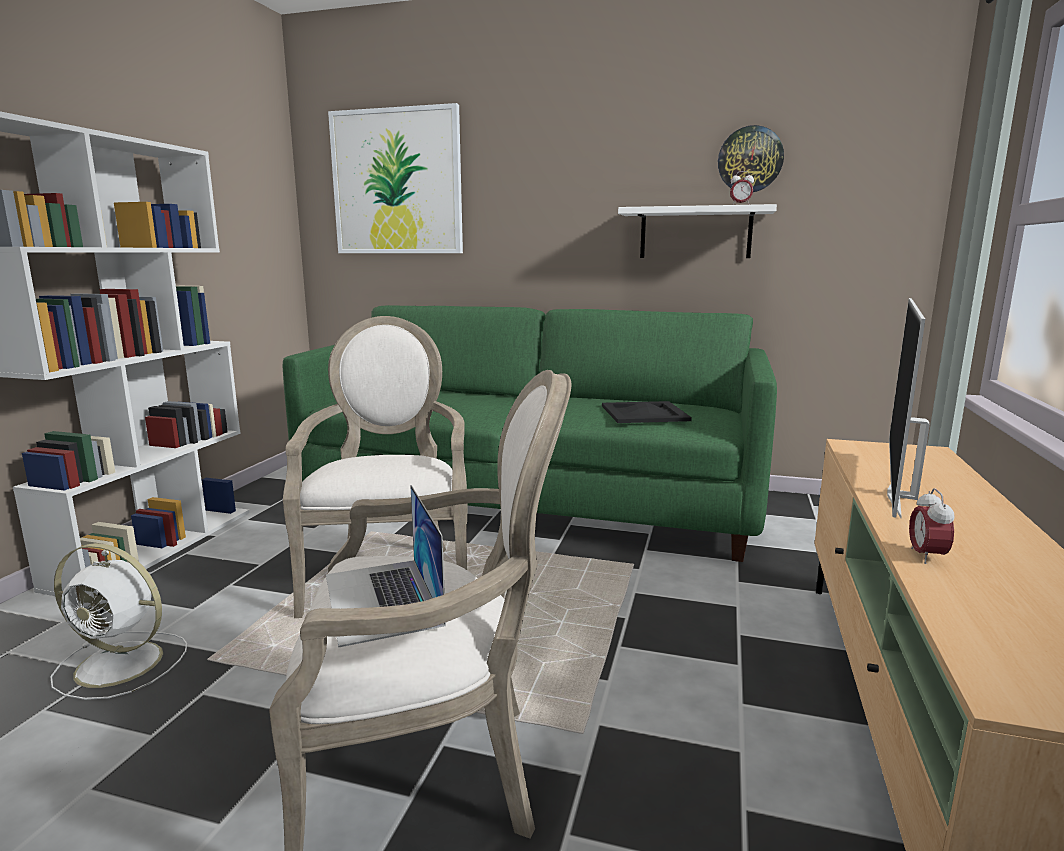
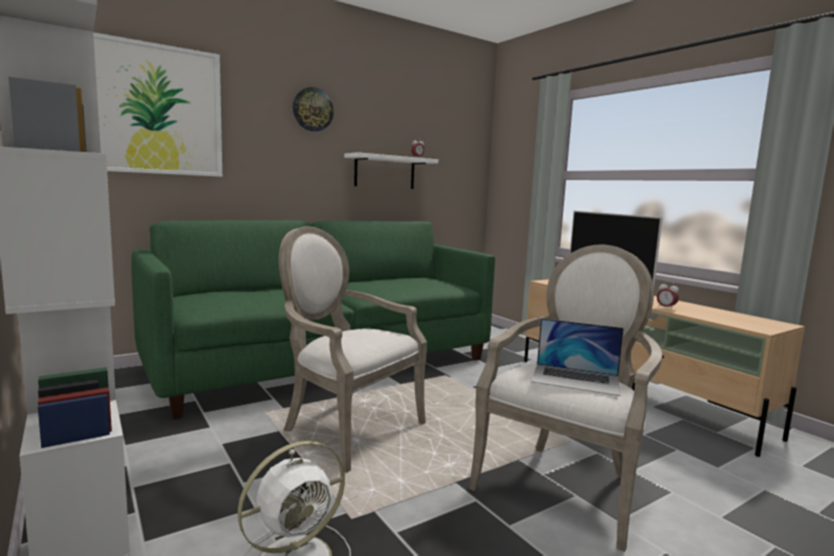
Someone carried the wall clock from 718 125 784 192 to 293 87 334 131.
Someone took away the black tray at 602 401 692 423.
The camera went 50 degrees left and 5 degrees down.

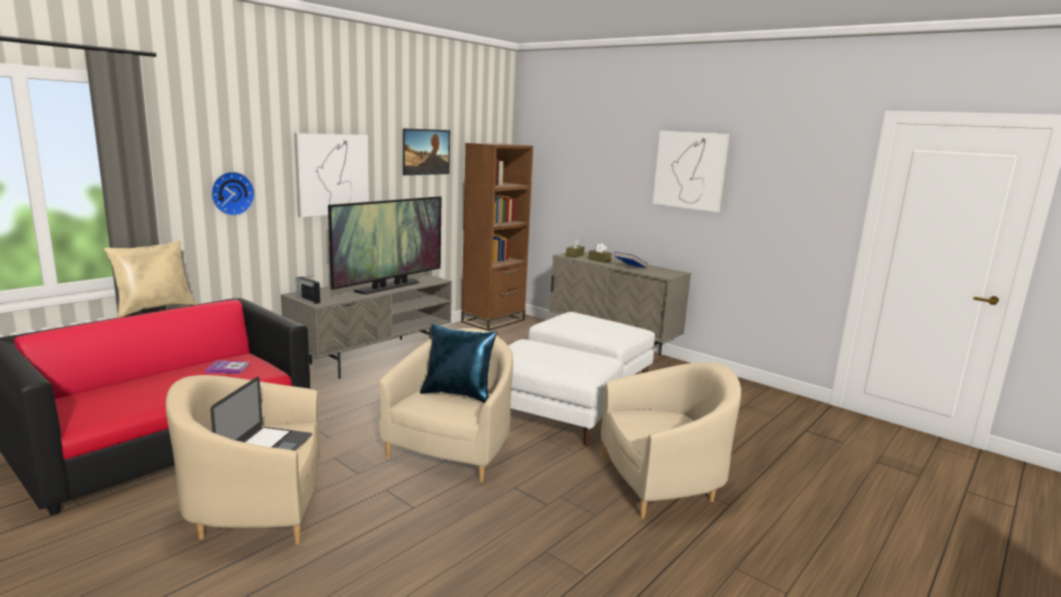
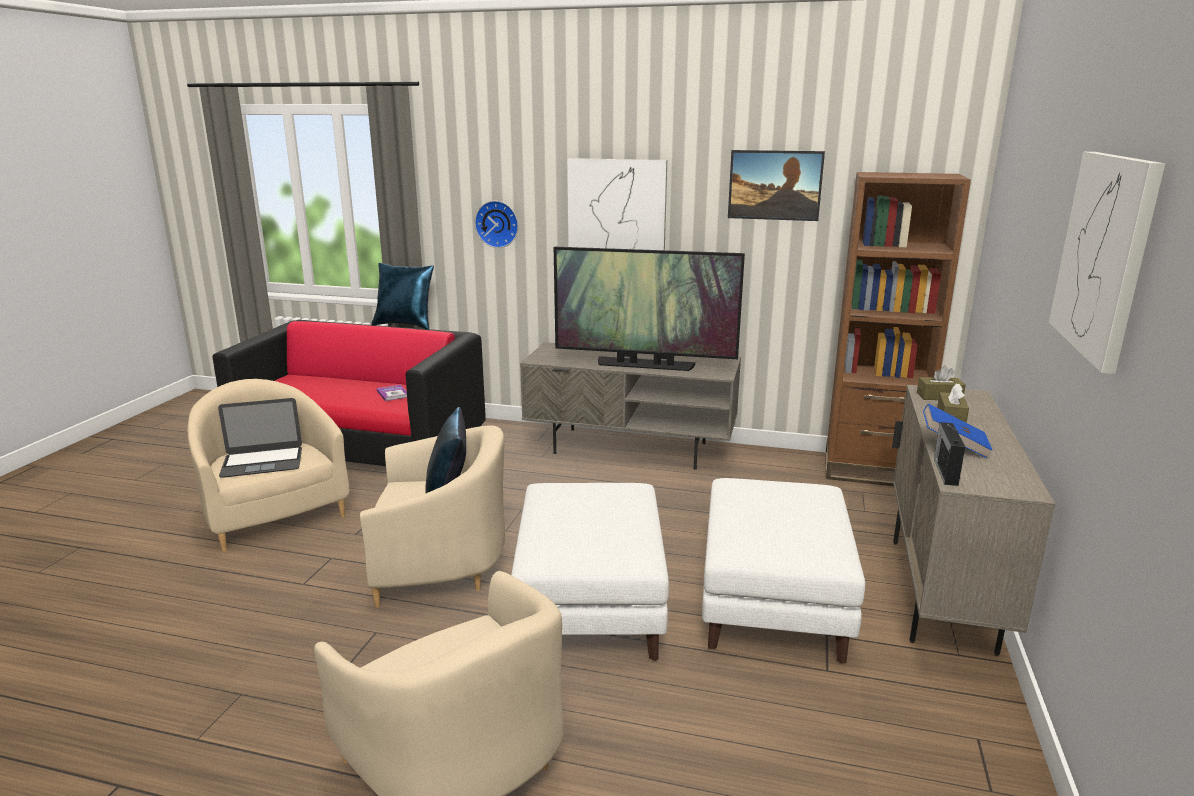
Someone repainted the beige pillow at 104 241 197 318, which became the blue pillow at 371 263 434 330.
Someone carried the radio from 296 276 320 304 to 934 422 965 486.
The camera went 65 degrees right and 5 degrees up.

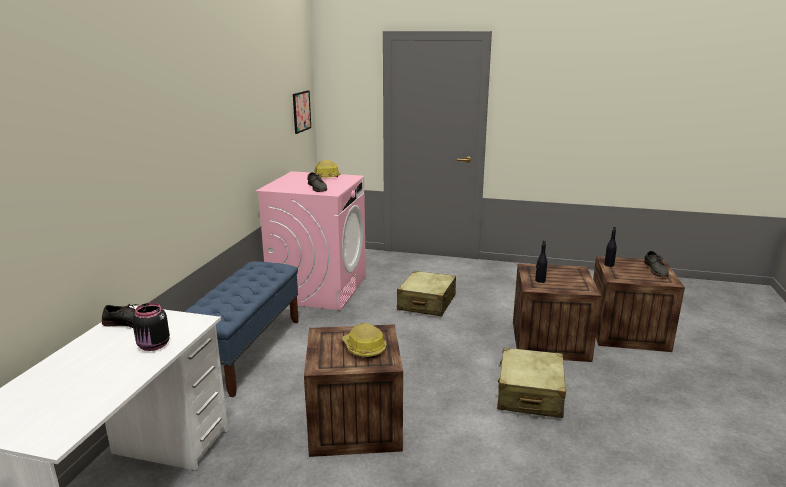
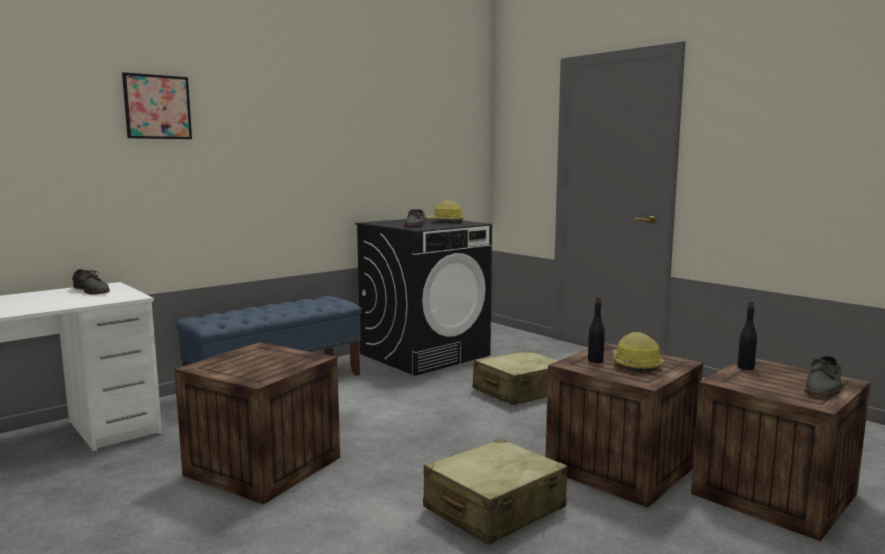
Someone carried the picture from 293 90 311 134 to 122 72 192 139.
Someone repainted the pink washing machine at 256 171 366 310, which became the black washing machine at 355 217 492 376.
Someone carried the hard hat from 342 323 387 359 to 613 332 664 373.
Someone took away the black jar at 132 303 170 351.
The camera went 35 degrees right and 10 degrees down.

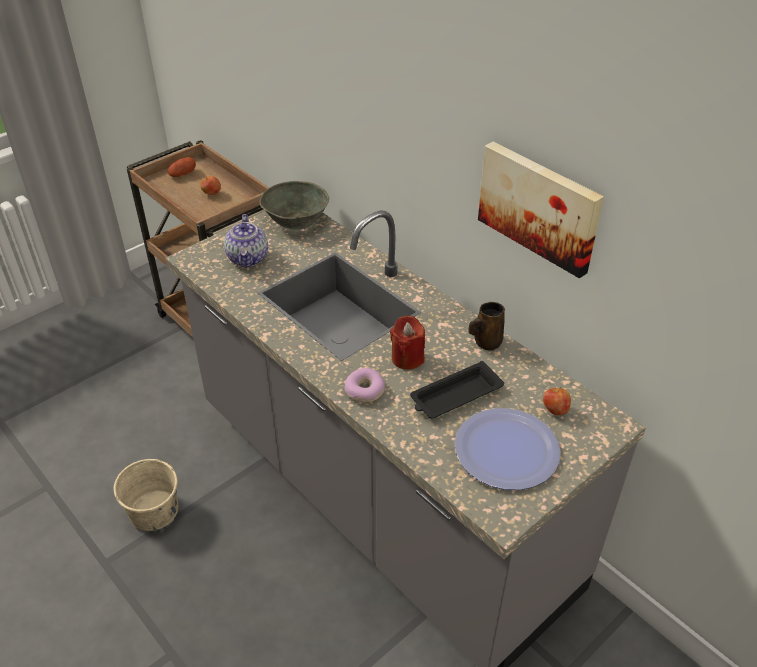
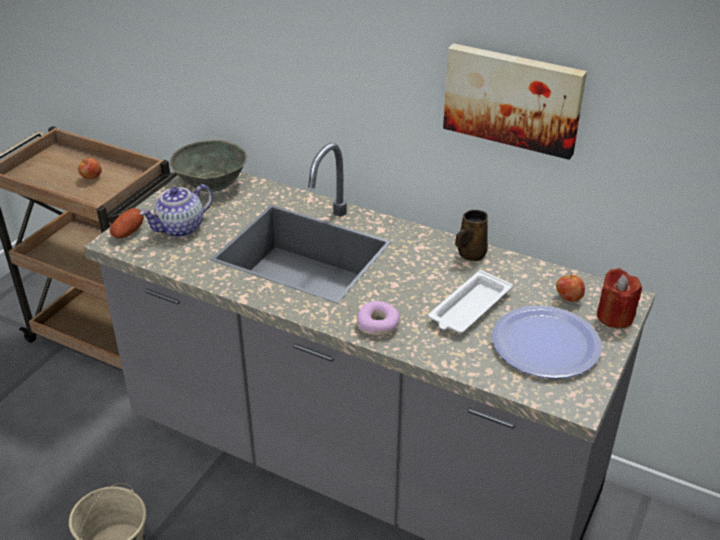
Someone carried the potato from 168 157 196 177 to 110 208 144 238.
Someone rotated the teapot at 224 214 268 268 by 75 degrees clockwise.
Someone repainted the black tray at 410 361 504 419, which became the white tray at 429 270 512 333.
Someone carried the red candle from 390 316 425 370 to 597 268 642 329.
The camera went 20 degrees left and 5 degrees down.

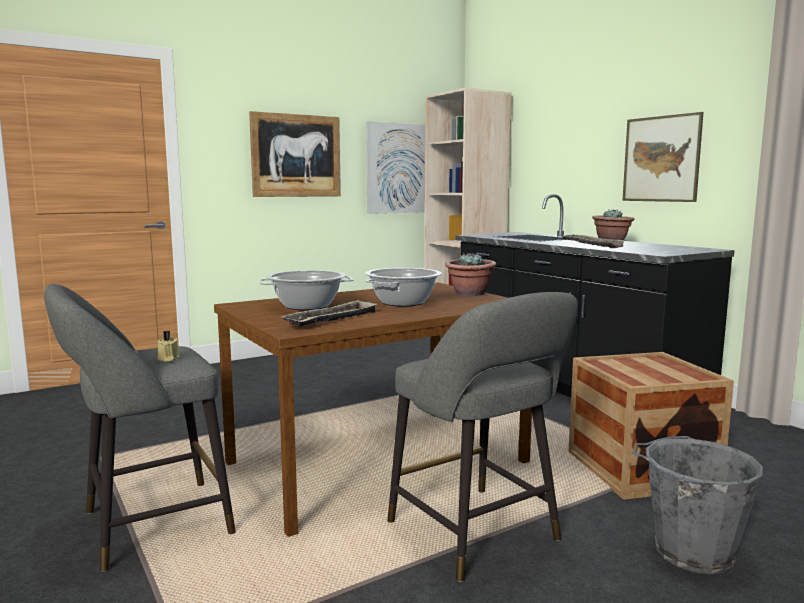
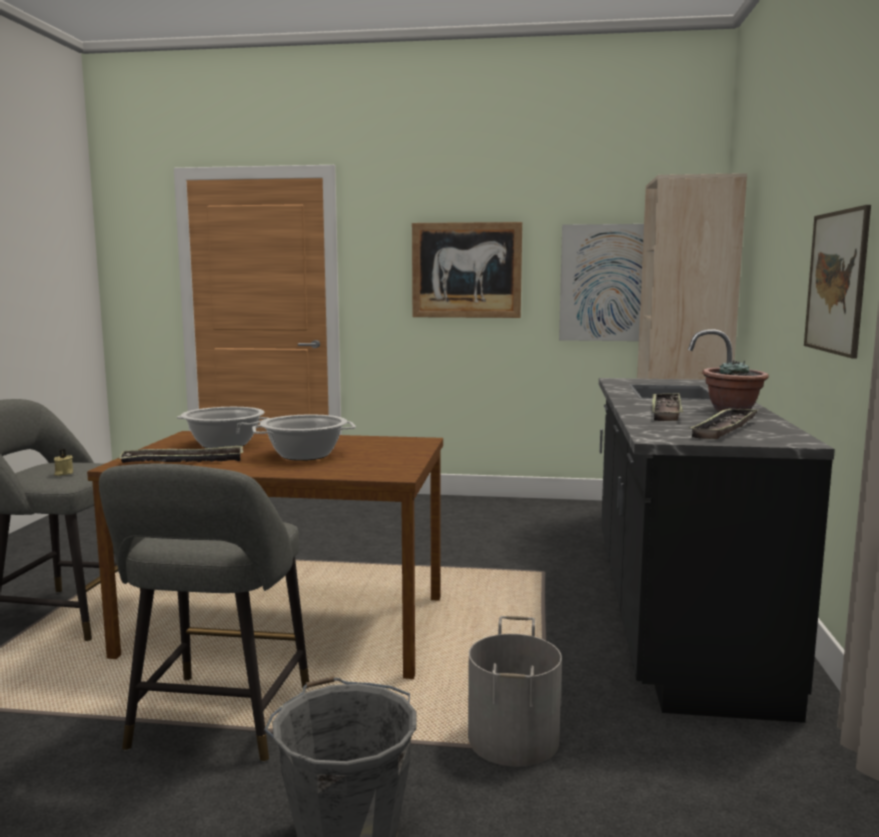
Someone swapped the crate at 568 352 734 500 for the grey bucket at 468 616 562 767.
Someone put down the tray at 689 408 758 439.
Someone took away the potted plant at 445 253 497 296.
The camera went 40 degrees right and 0 degrees up.

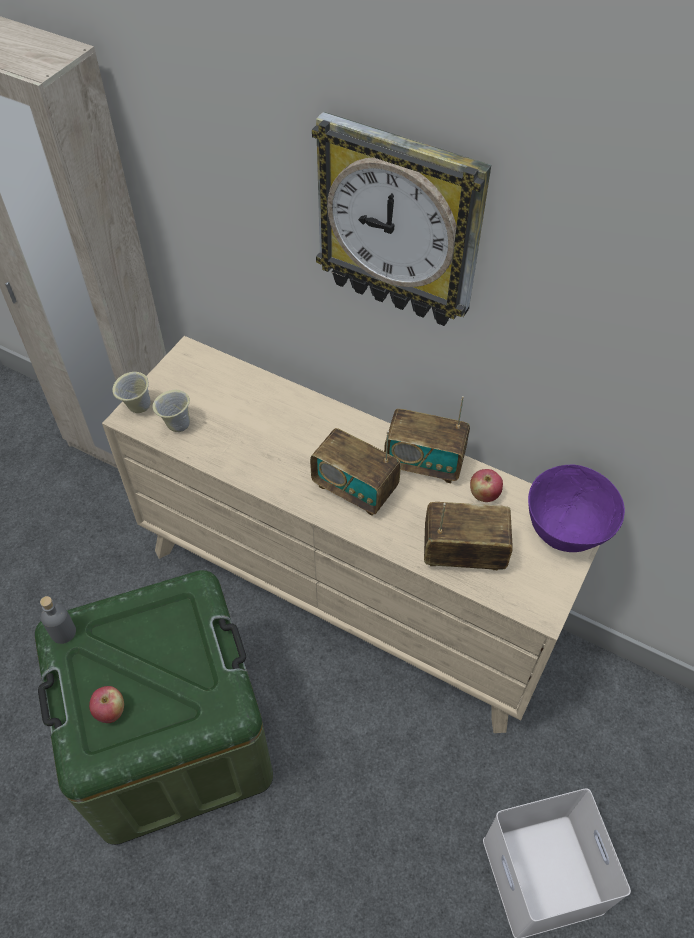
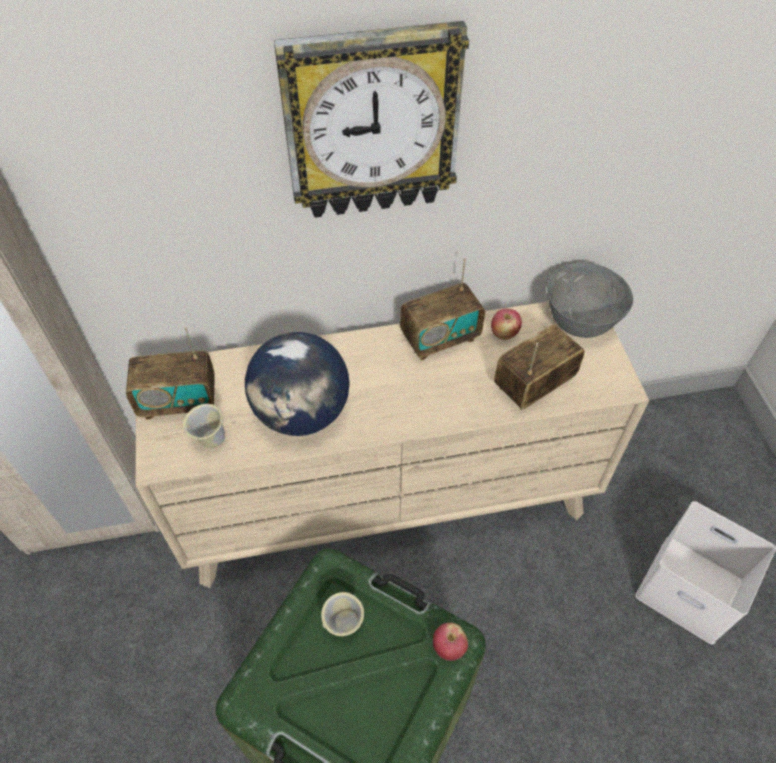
Someone carried the radio from 310 428 401 516 to 126 327 215 420.
Someone put down the globe at 245 332 350 436.
Someone carried the beige mug from 113 372 151 413 to 321 592 364 636.
Someone carried the apple from 89 686 124 723 to 433 623 468 661.
Someone repainted the purple bowl at 528 464 625 552, which became the grey bowl at 547 262 633 338.
Someone took away the grey bottle at 40 596 76 644.
The camera went 40 degrees left and 0 degrees up.

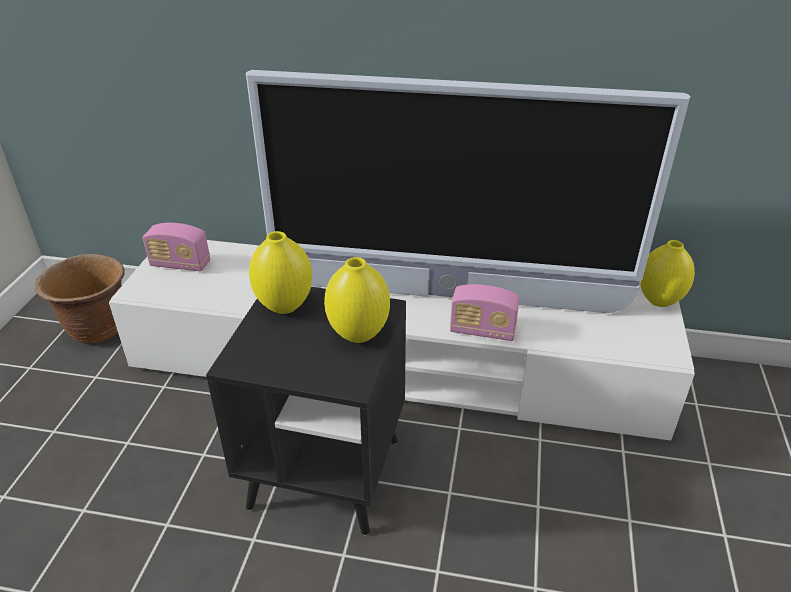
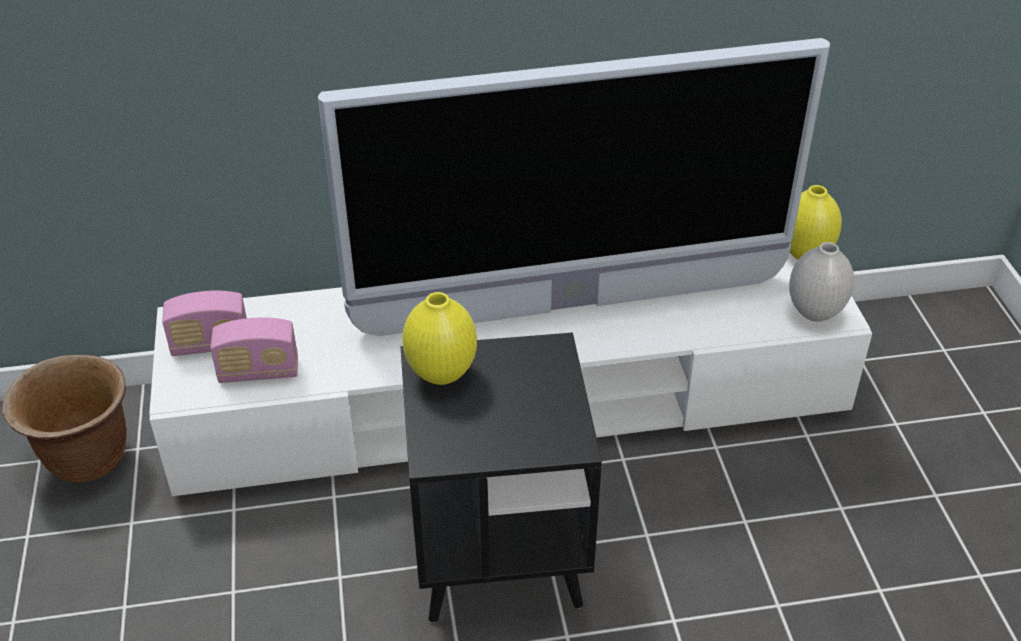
Someone carried the radio from 450 284 520 341 to 210 317 298 383.
Someone put down the white vase at 789 242 854 322.
Someone took away the yellow vase at 324 257 390 343.
The camera went 20 degrees left and 5 degrees up.

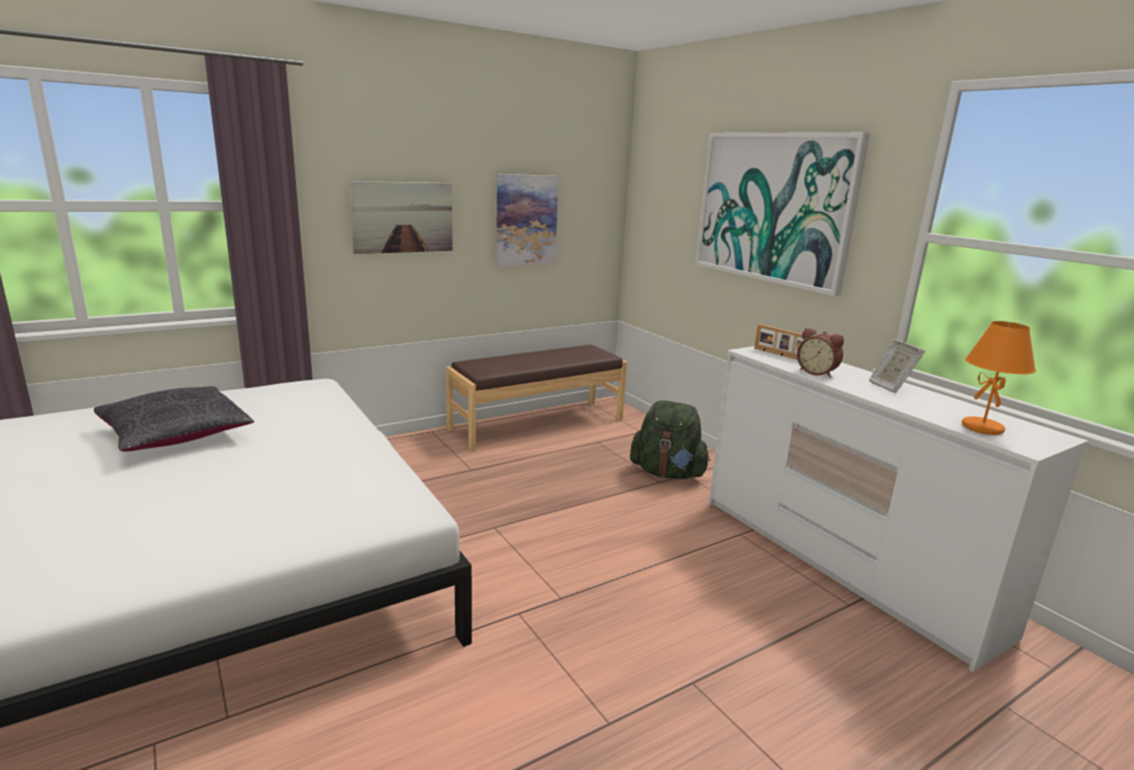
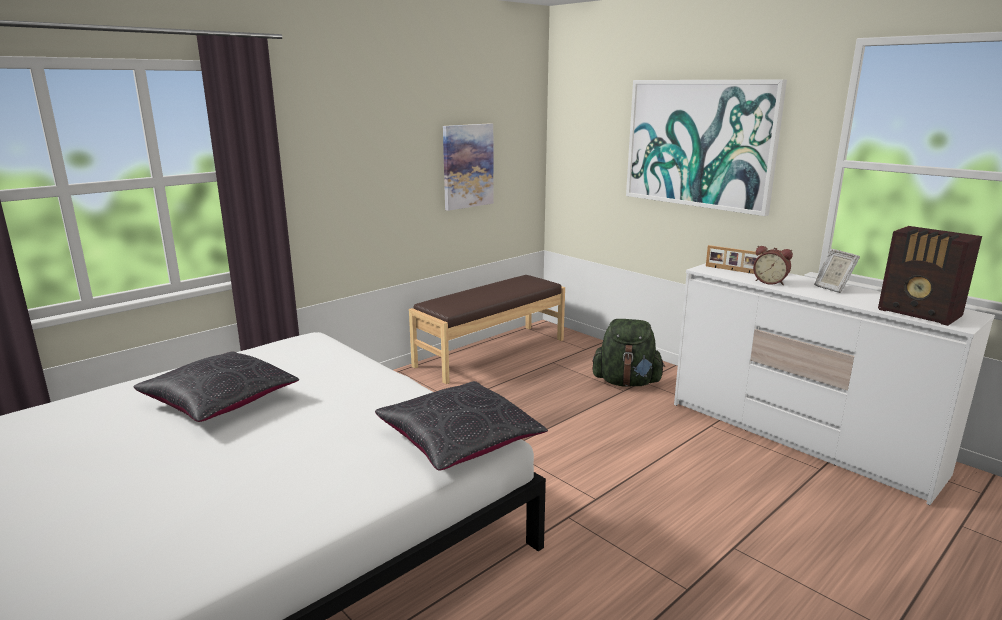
Someone put down the black pillow at 375 381 548 471.
Someone swapped the orange table lamp at 962 321 1036 435 for the radio at 878 226 982 326.
Someone took away the picture at 349 181 453 254.
The camera went 10 degrees left and 0 degrees up.

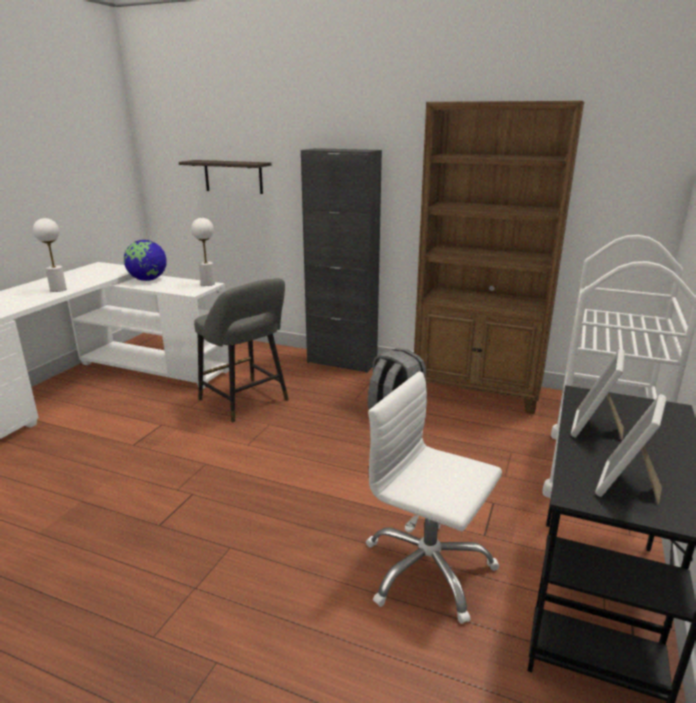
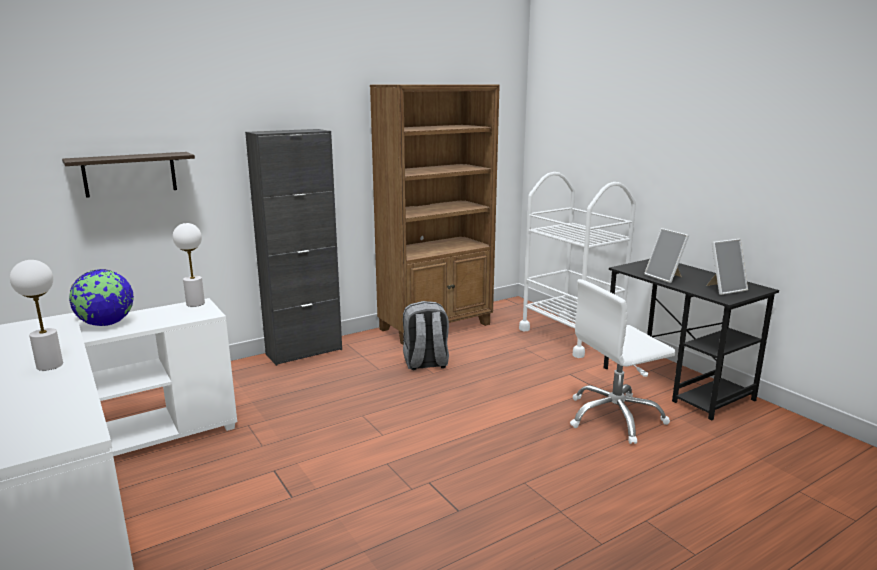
Someone rotated the picture frame at 595 394 667 504 by 90 degrees counterclockwise.
Someone took away the grey stool at 194 278 289 423.
The camera went 55 degrees left and 5 degrees down.

